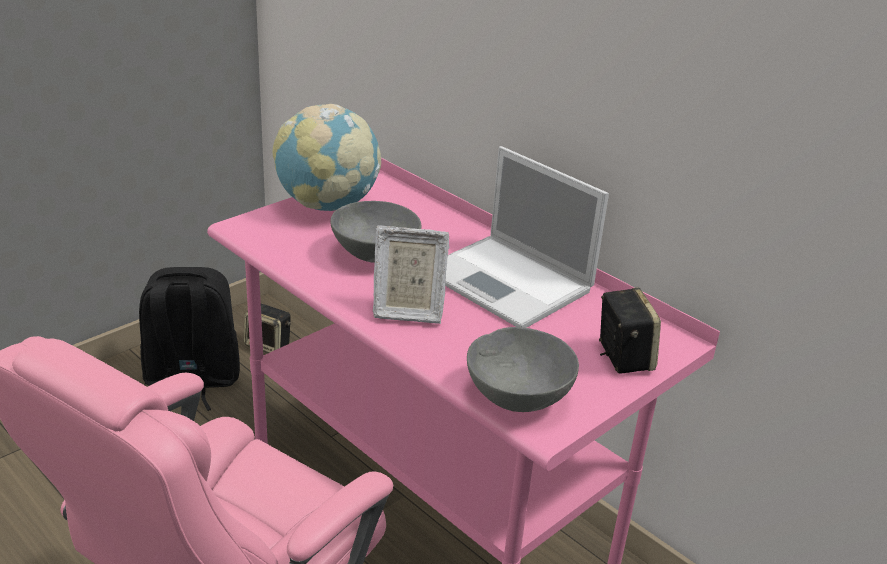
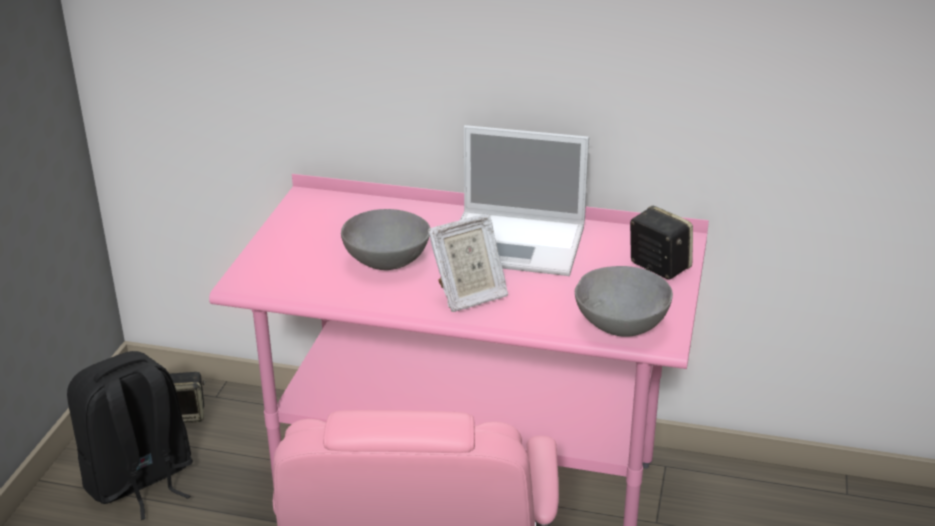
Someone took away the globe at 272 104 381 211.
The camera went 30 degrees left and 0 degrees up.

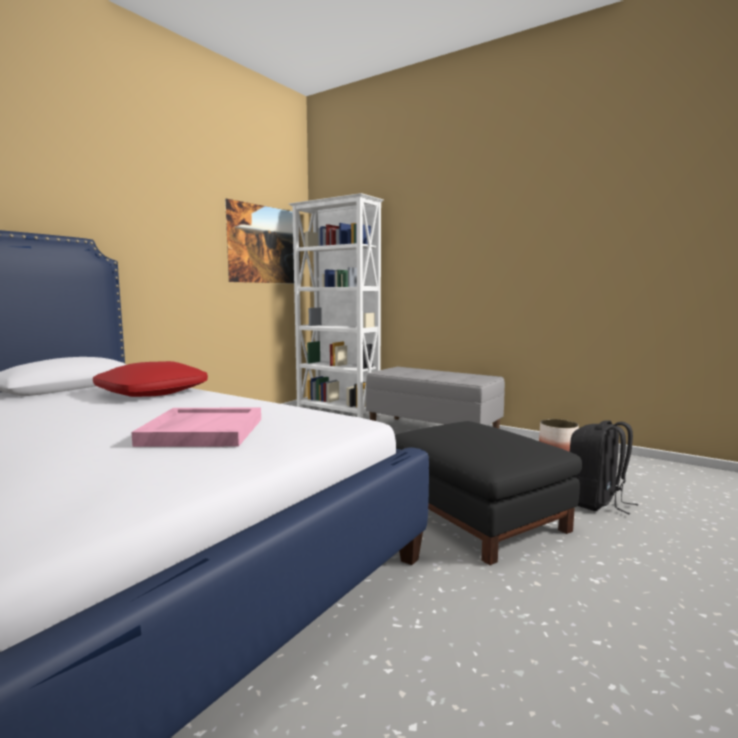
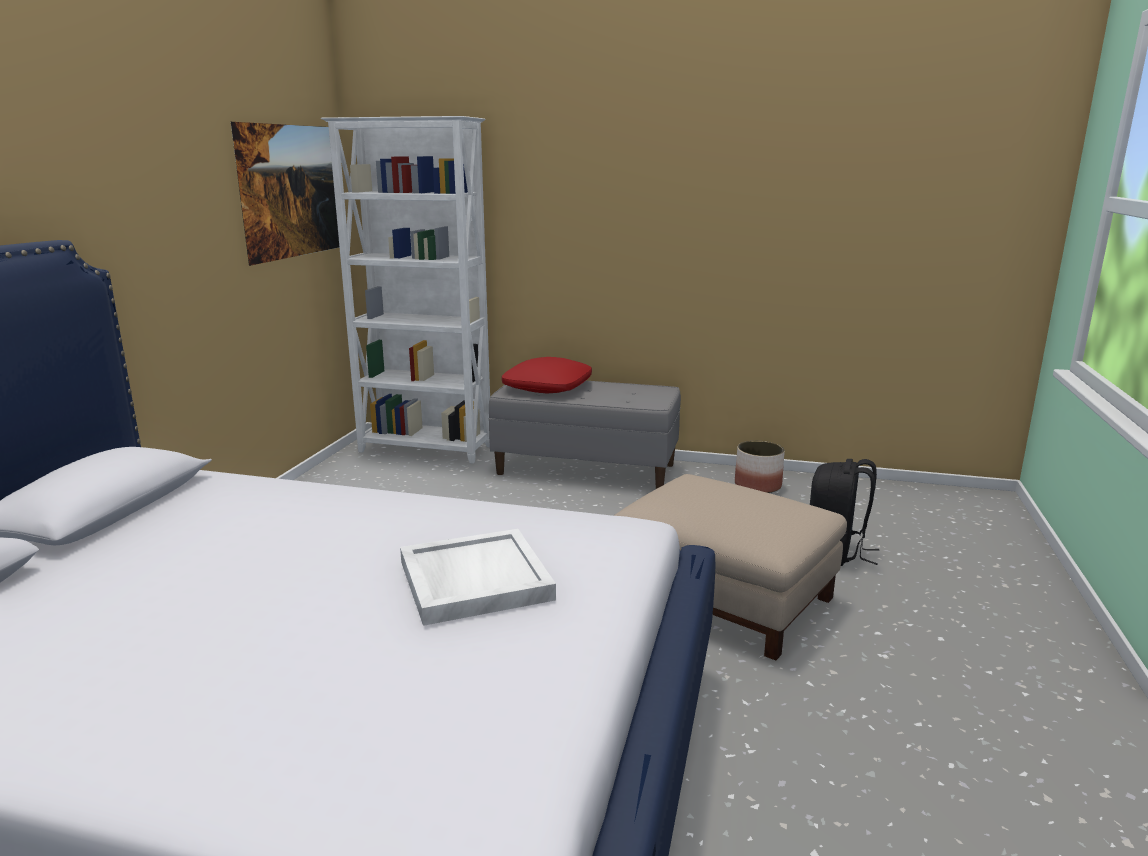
Someone repainted the pink tray at 131 408 261 447, which became the white tray at 400 529 556 626.
Someone carried the red pillow from 93 361 208 397 to 502 357 592 394.
Someone repainted the black ottoman at 395 421 582 565, which became the beige ottoman at 614 474 847 661.
The camera went 20 degrees left and 10 degrees up.

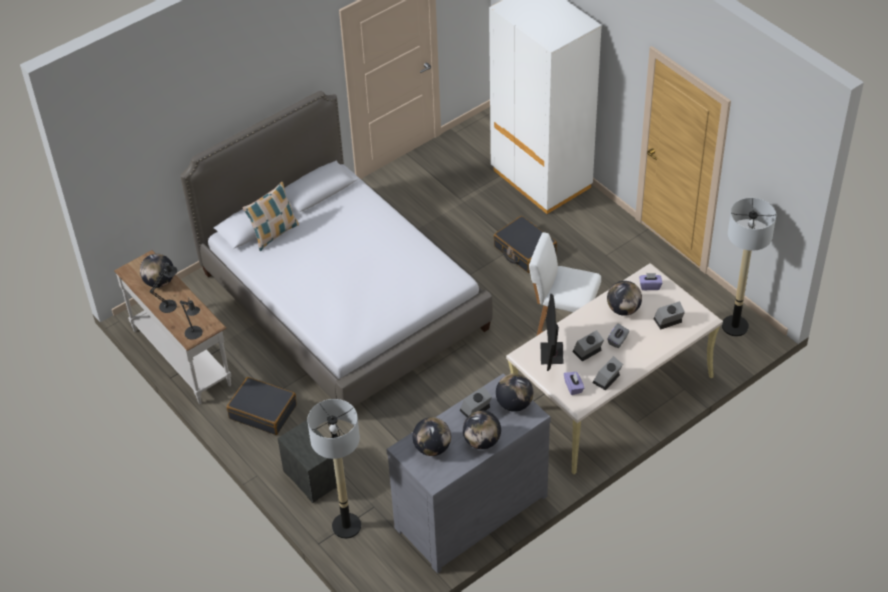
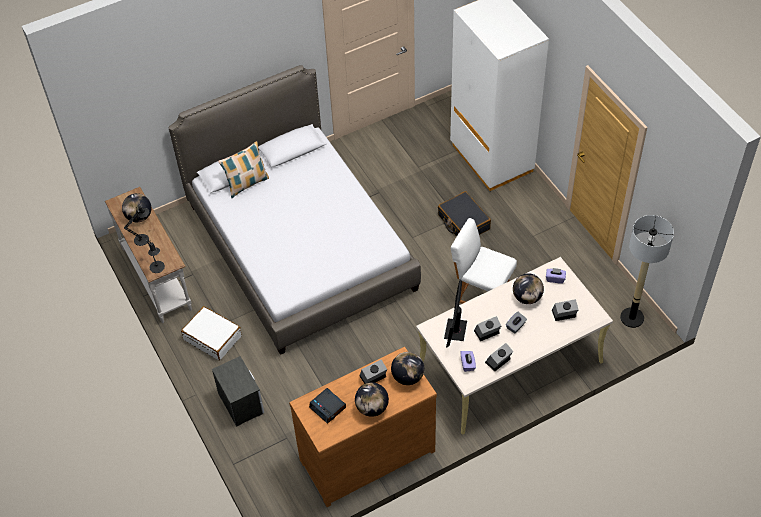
Someone repainted the black suitcase at 227 377 297 435, which became the white suitcase at 181 306 242 360.
Someone repainted the grey dresser at 386 374 551 573, which became the brown dresser at 289 347 437 507.
Someone swapped the globe at 413 417 451 456 for the alarm clock at 309 388 346 424.
Someone took away the floor lamp at 307 399 361 539.
The camera went 10 degrees right and 5 degrees up.

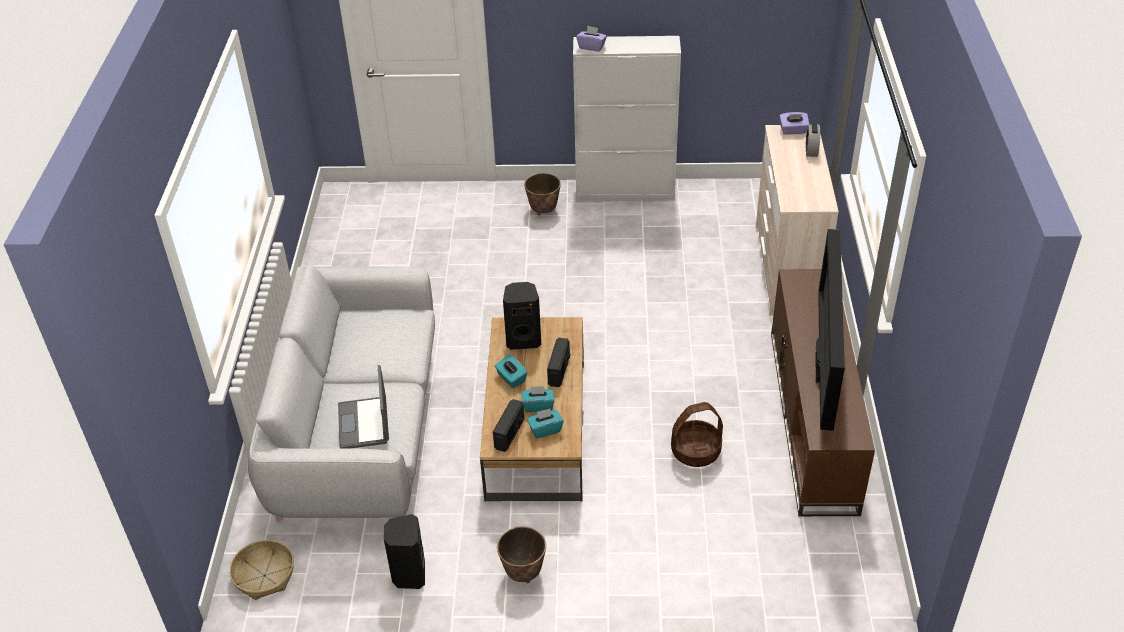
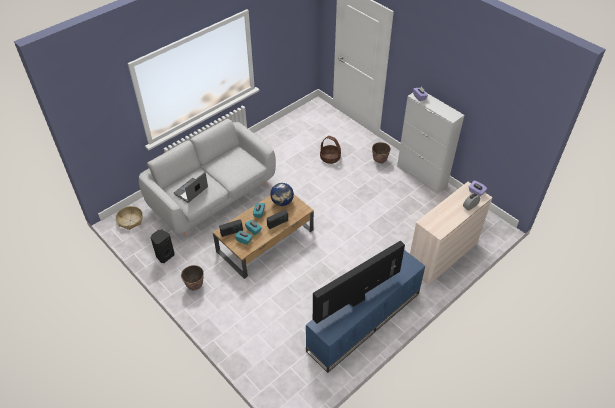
Someone swapped the black speaker at 503 282 541 350 for the globe at 270 183 294 206.
Someone repainted the brown tv stand at 771 269 875 516, which became the blue tv stand at 306 250 425 373.
Someone carried the basket from 671 402 723 467 to 320 136 341 164.
The camera went 45 degrees right and 5 degrees up.

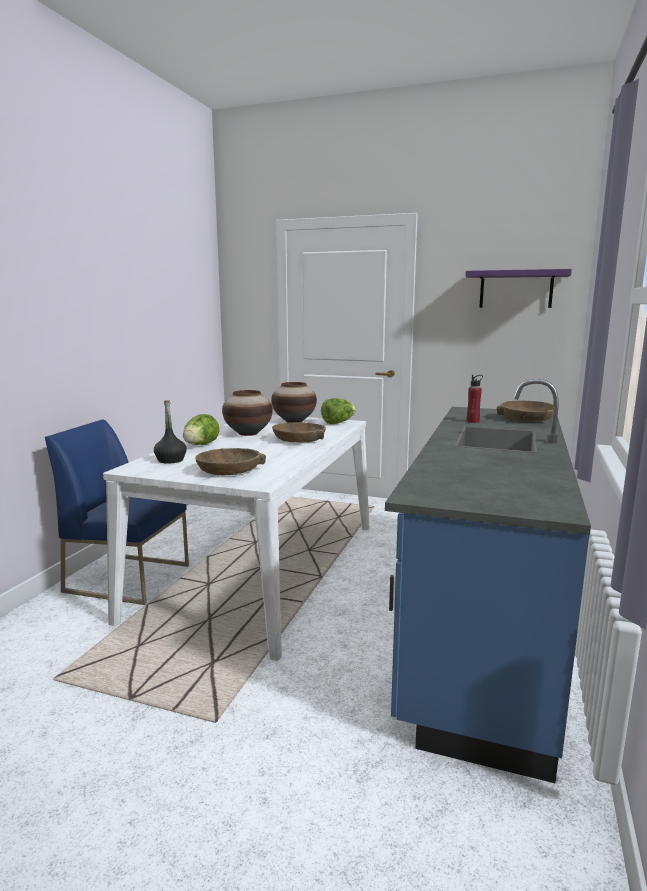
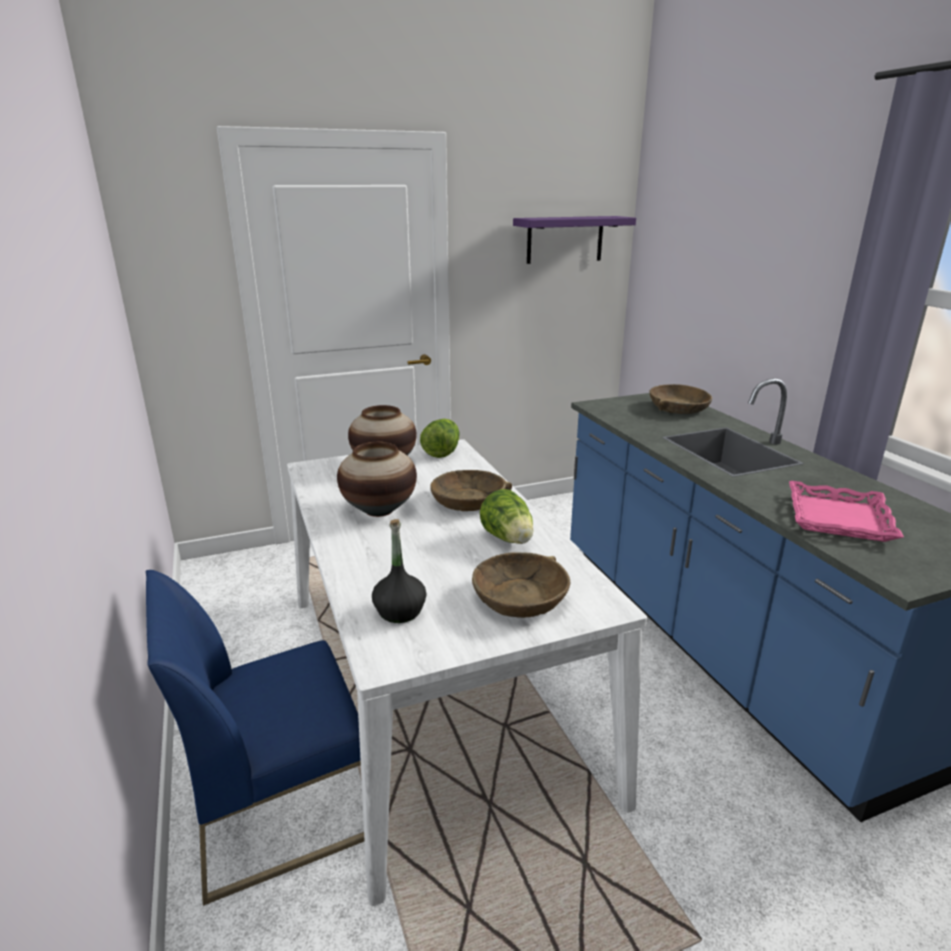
Someone carried the lettuce from 183 414 220 445 to 480 489 534 544.
Someone put down the pink tray at 789 481 904 542.
Someone took away the red bottle at 467 375 483 423.
The camera went 40 degrees left and 10 degrees up.

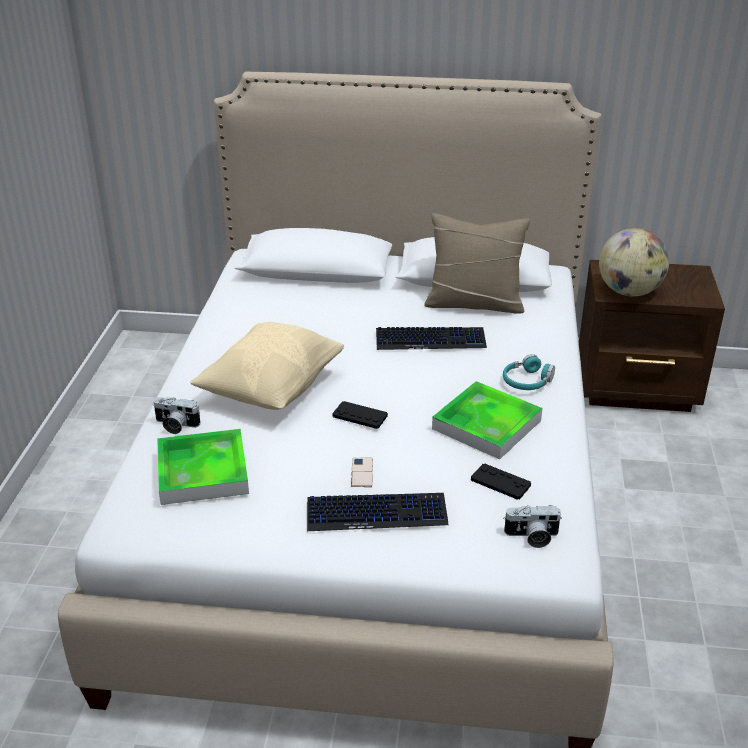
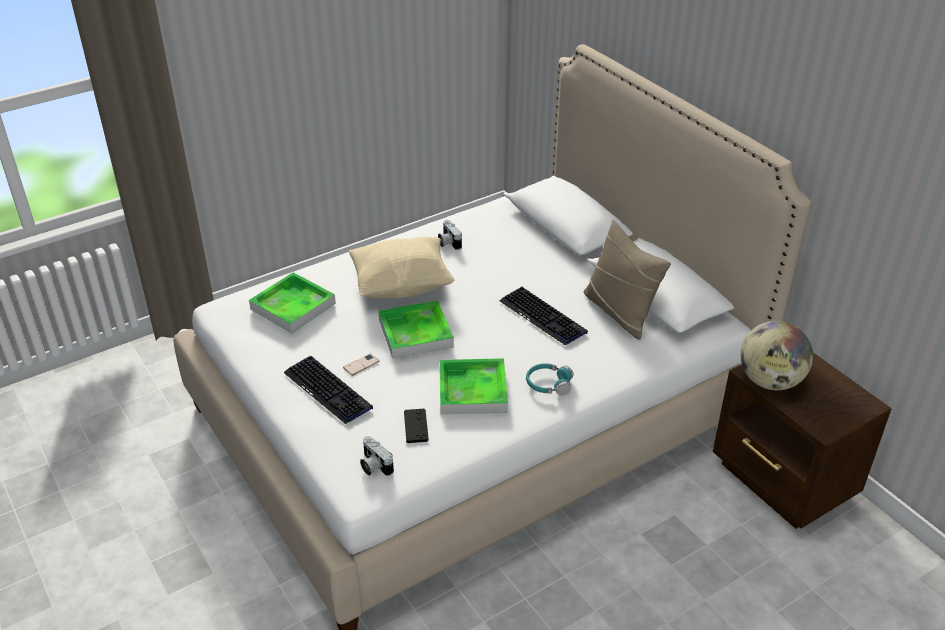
Someone swapped the black game controller at 333 401 388 429 for the tray at 378 300 454 358.
Someone carried the photo camera from 153 397 200 434 to 438 220 462 250.
The camera went 50 degrees right and 5 degrees up.

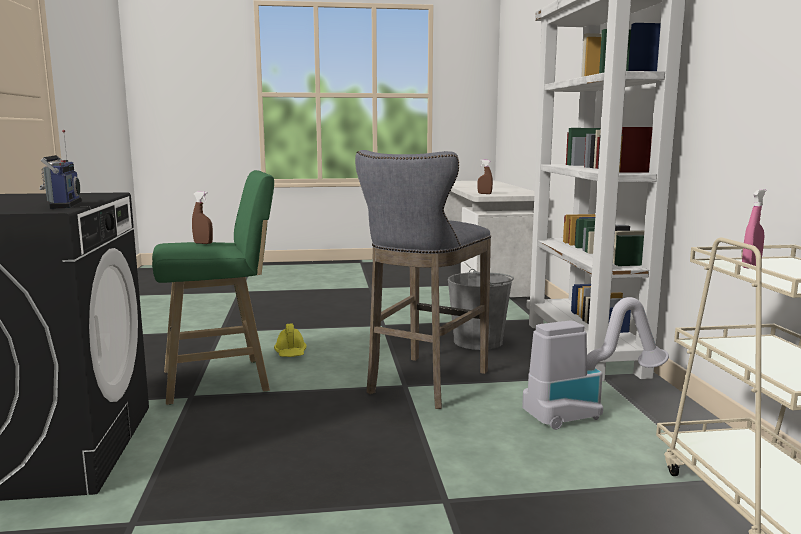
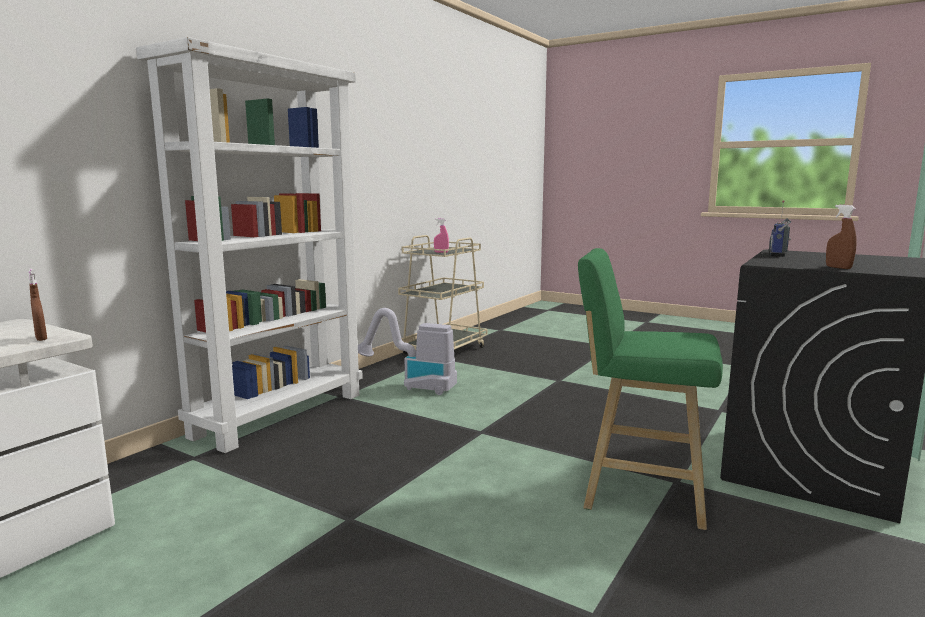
Someone carried the brown spray bottle from 192 191 213 244 to 826 205 857 269.
Someone took away the yellow hard hat at 274 324 307 357.
Someone took away the grey stool at 355 150 491 409.
Someone took away the grey bucket at 448 269 514 350.
The camera went 140 degrees left and 0 degrees up.

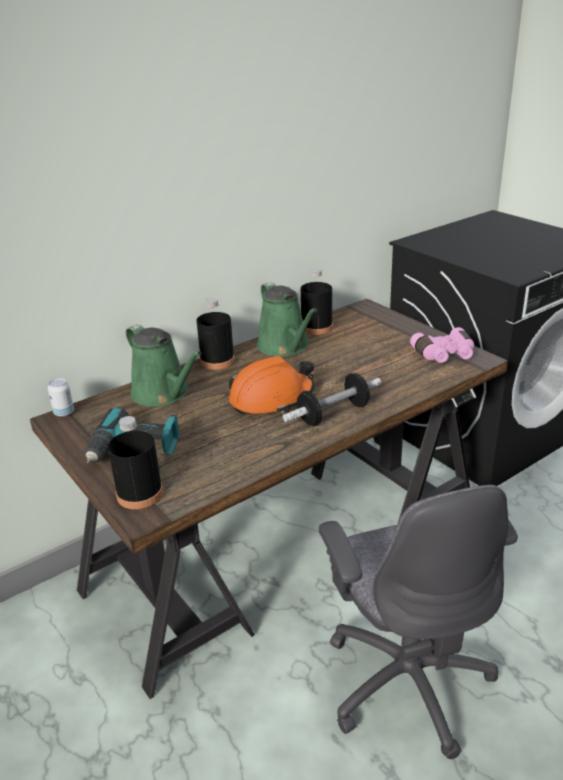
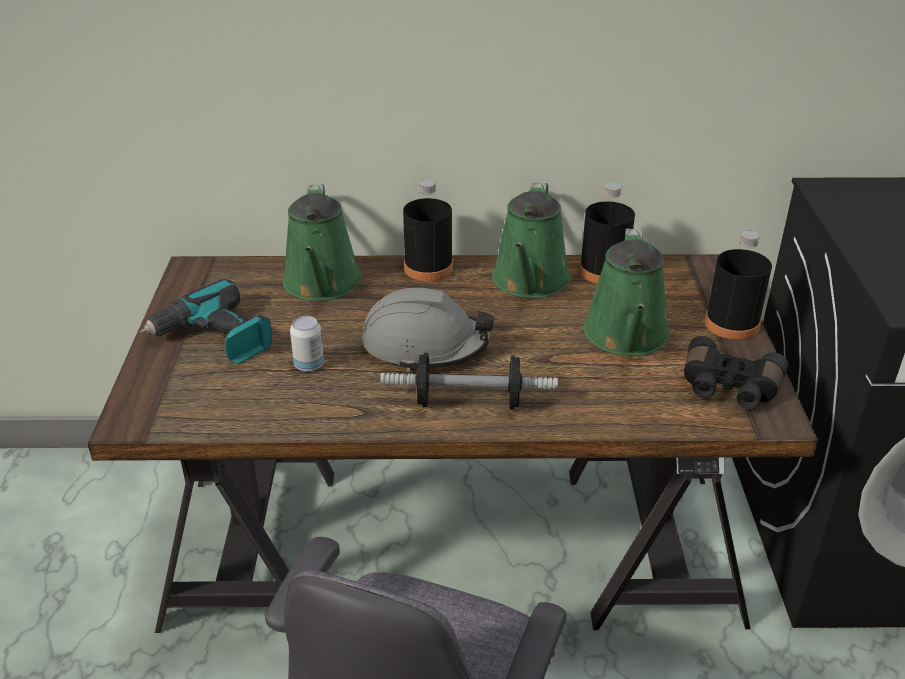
Someone carried the can from 48 378 74 417 to 290 316 324 372.
Someone repainted the orange hard hat at 229 356 314 415, which became the grey hard hat at 362 287 494 372.
Someone put down the green watering can at 584 229 670 356.
Someone repainted the pink binoculars at 410 327 474 363, which became the black binoculars at 684 336 788 409.
Someone carried the black bottle from 108 416 163 509 to 705 230 772 340.
The camera went 35 degrees right and 5 degrees up.

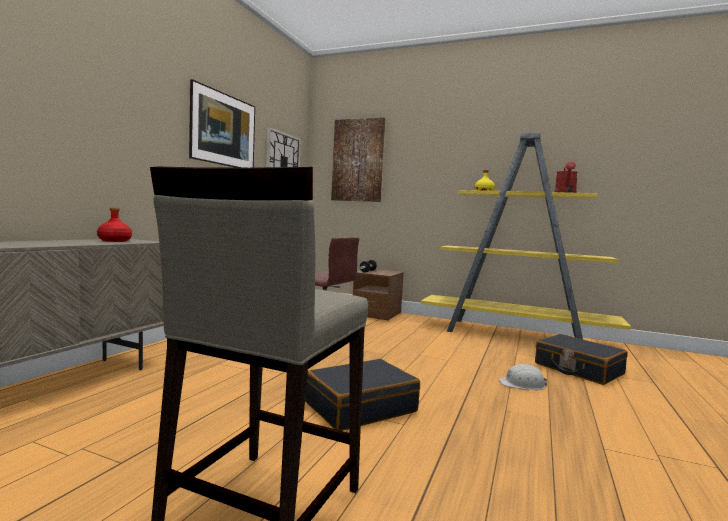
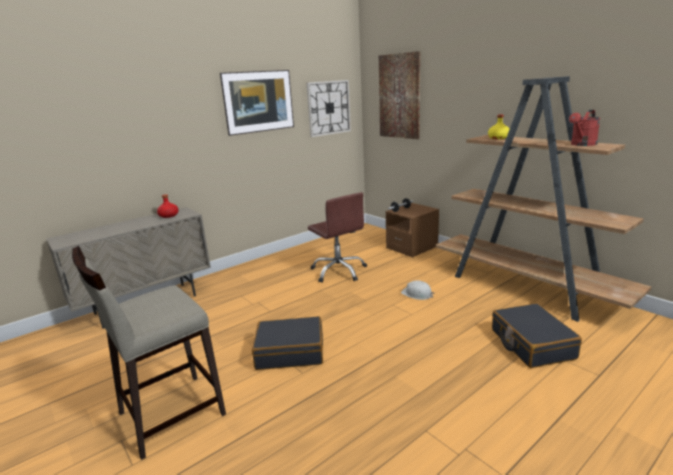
Someone carried the white hard hat from 498 364 547 390 to 401 280 434 300.
Someone repainted the yellow bookcase at 421 133 631 339, which became the brown bookcase at 436 76 652 322.
The camera went 30 degrees right and 15 degrees up.

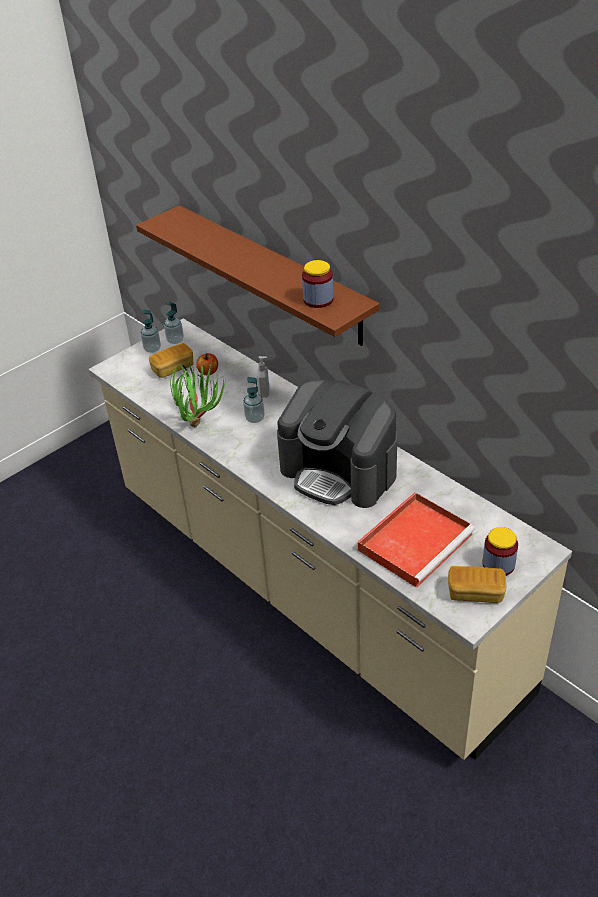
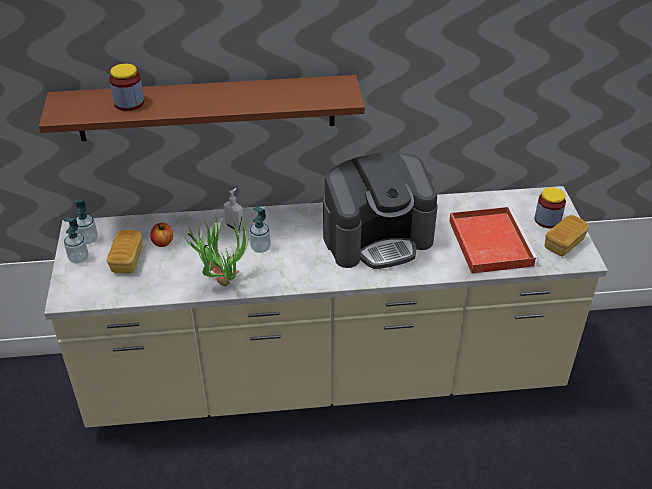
Someone carried the jar from 302 260 333 308 to 109 63 144 111.
The camera went 55 degrees left and 0 degrees up.

